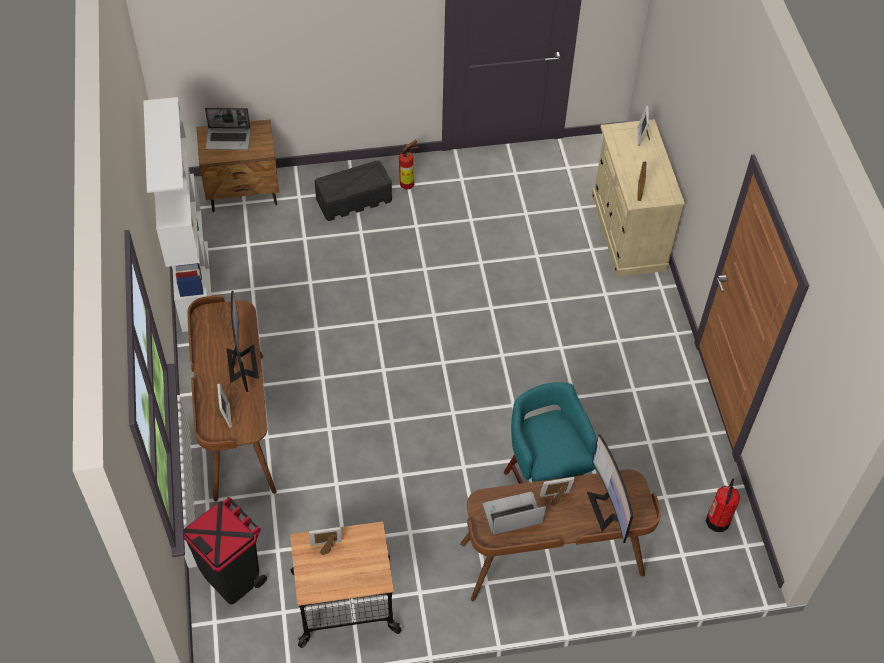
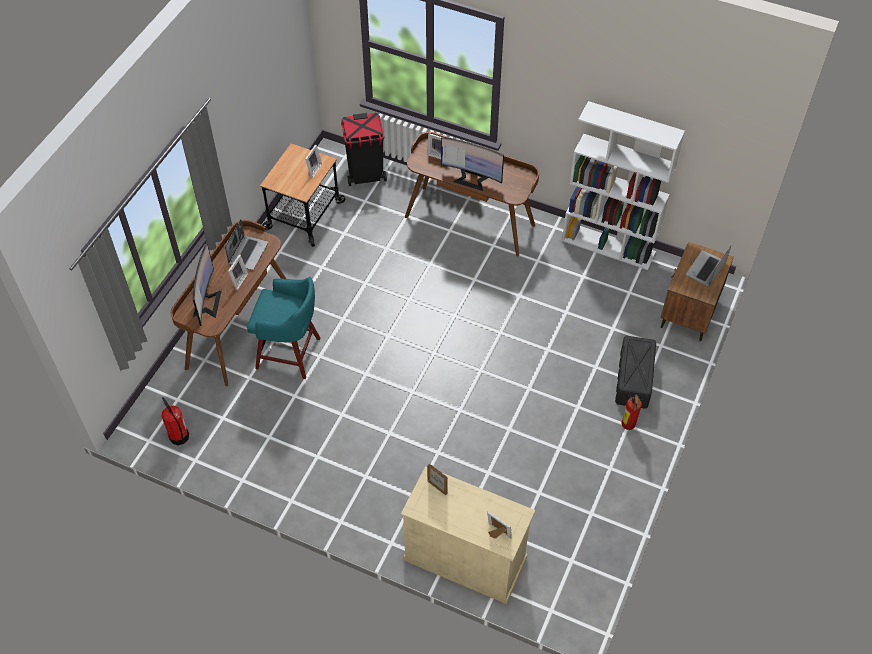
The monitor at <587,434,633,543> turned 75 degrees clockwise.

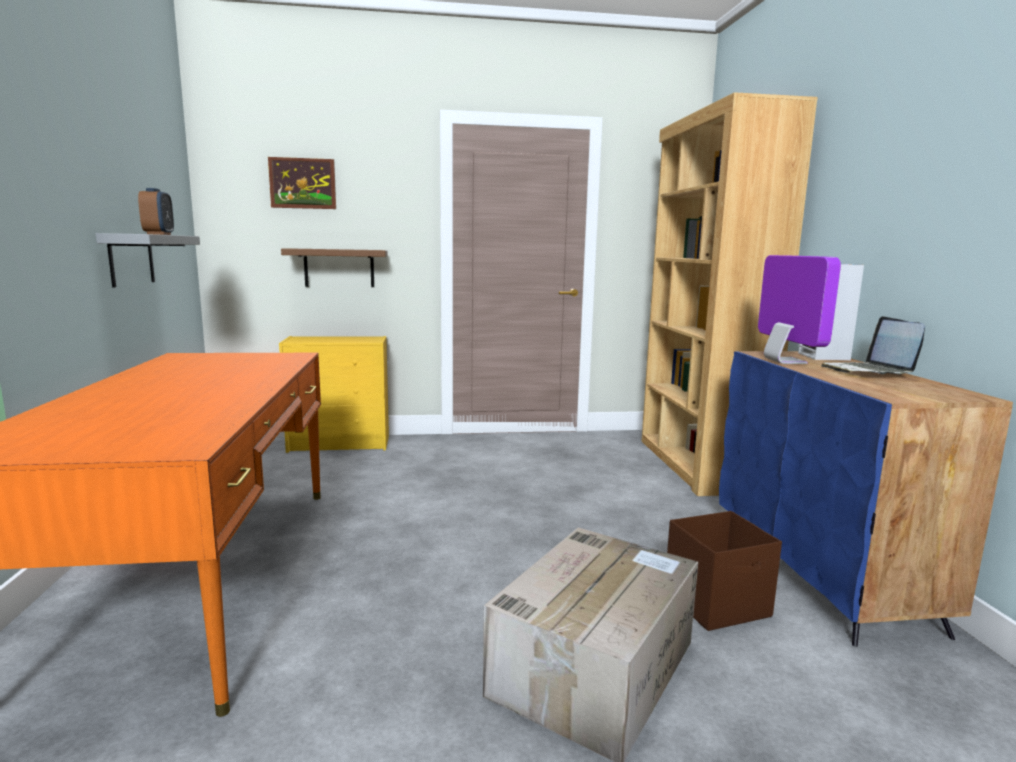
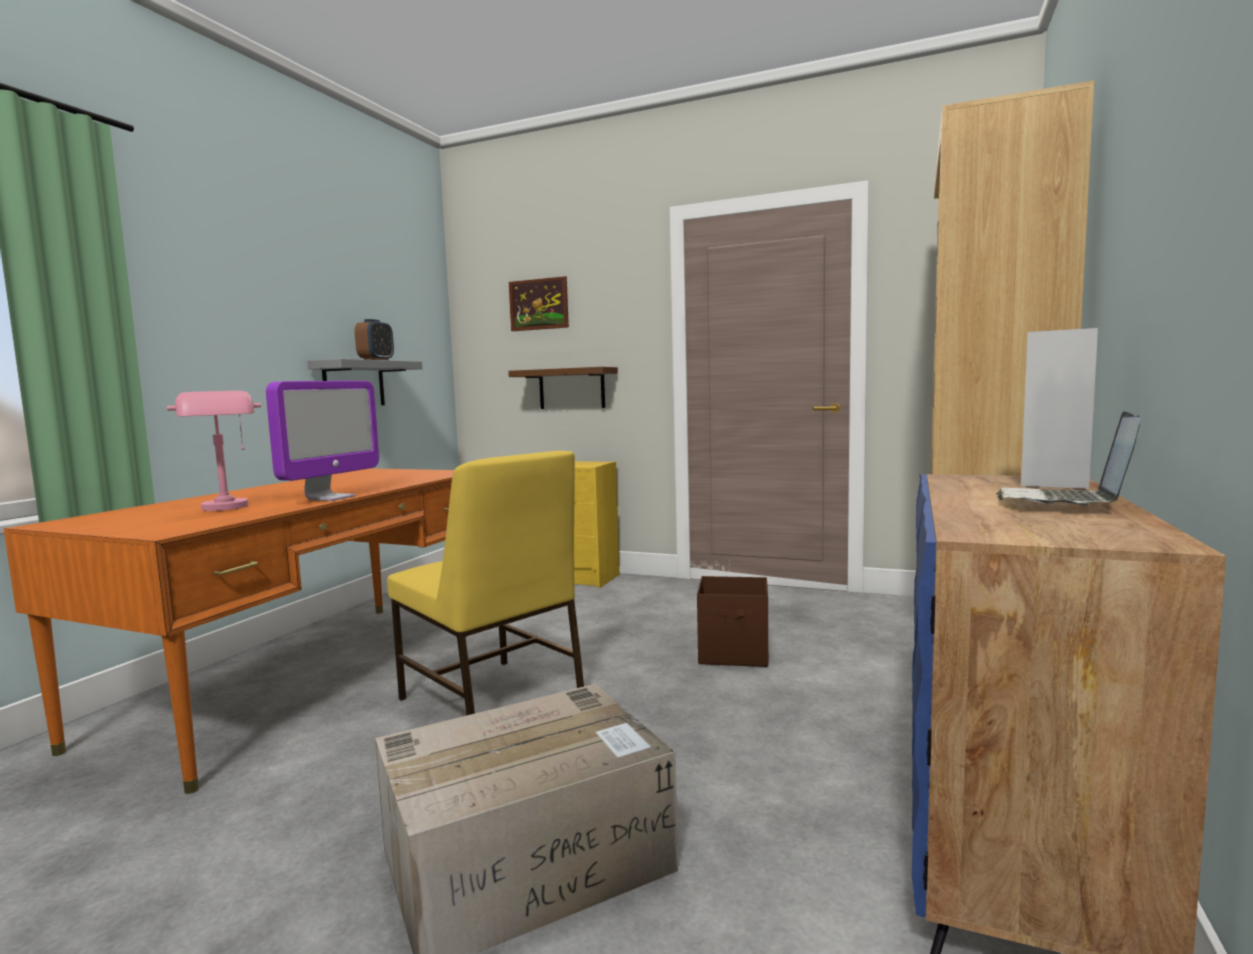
The storage box/brown moved from <667,511,782,631> to <697,576,768,667>.
The monitor moved from <758,255,841,364> to <266,381,379,501>.
The table lamp/pink at <167,391,261,511> appeared.
The chair/yellow at <387,451,584,715> appeared.

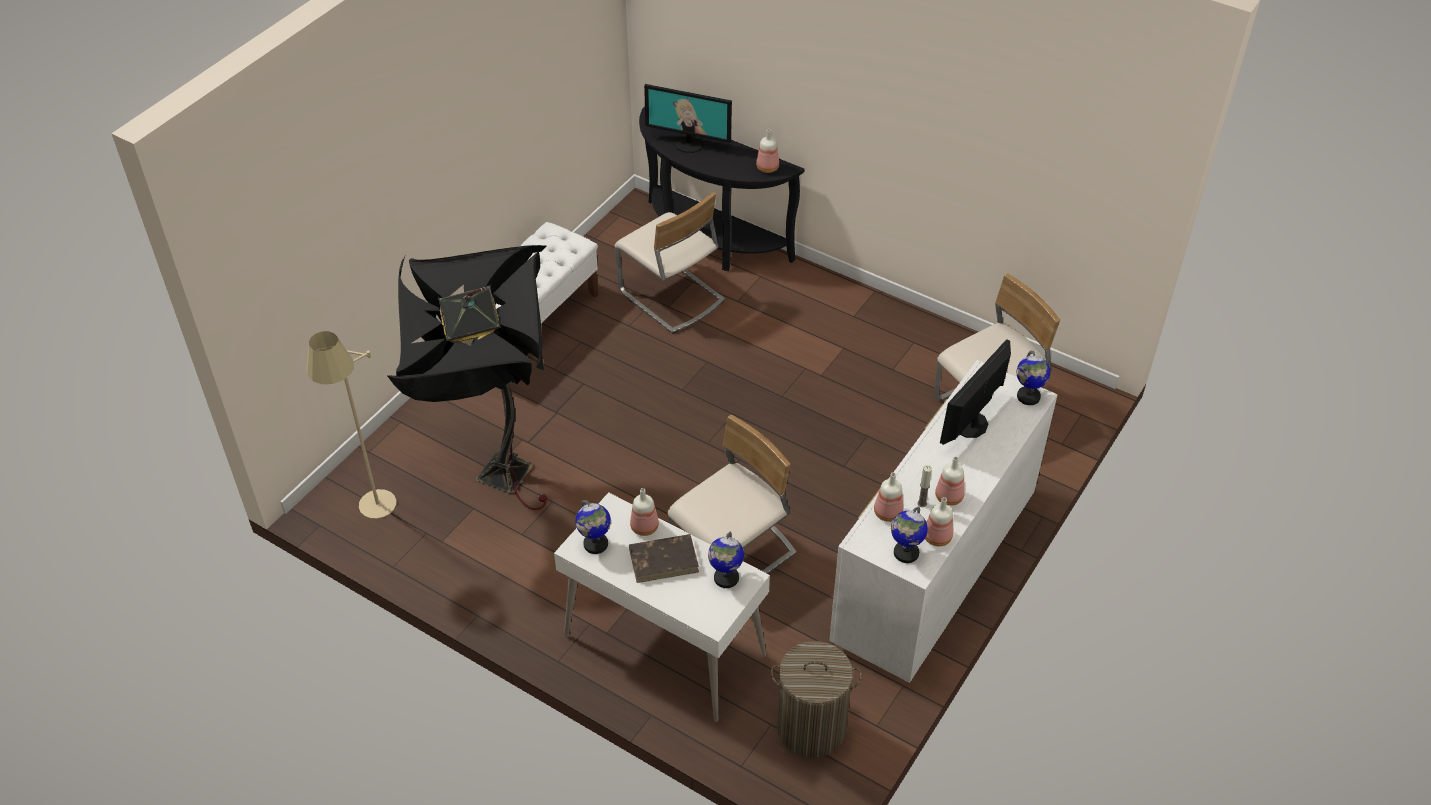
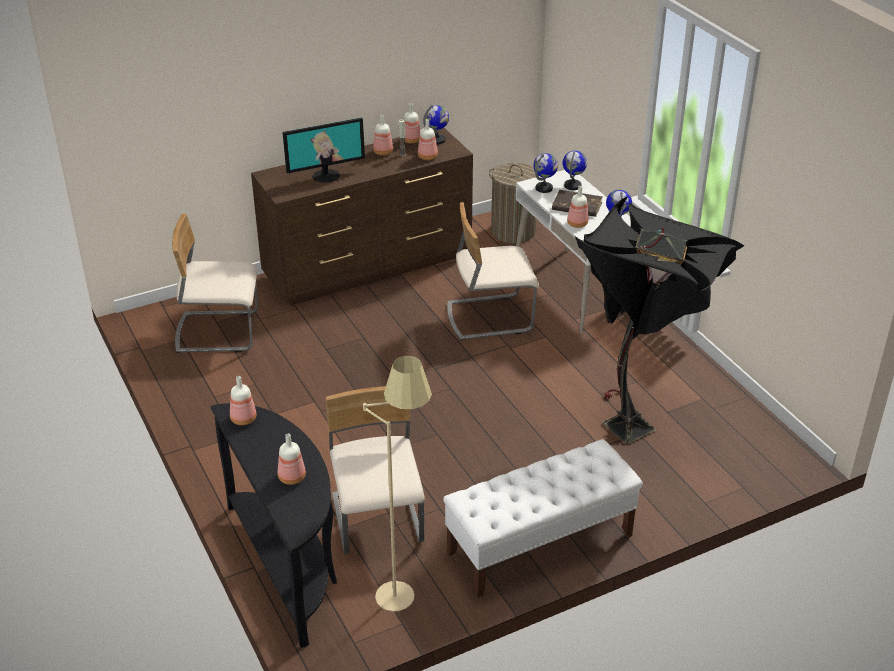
The floor lamp/beige moved from <306,331,396,519> to <363,356,432,612>.
The monitor at <644,84,732,153> was replaced by the bottle at <278,434,306,485>.
The dresser/white at <829,360,1058,683> became the dresser/brown at <251,128,473,305>.
The globe moved from <1016,350,1050,405> to <563,150,587,190>.

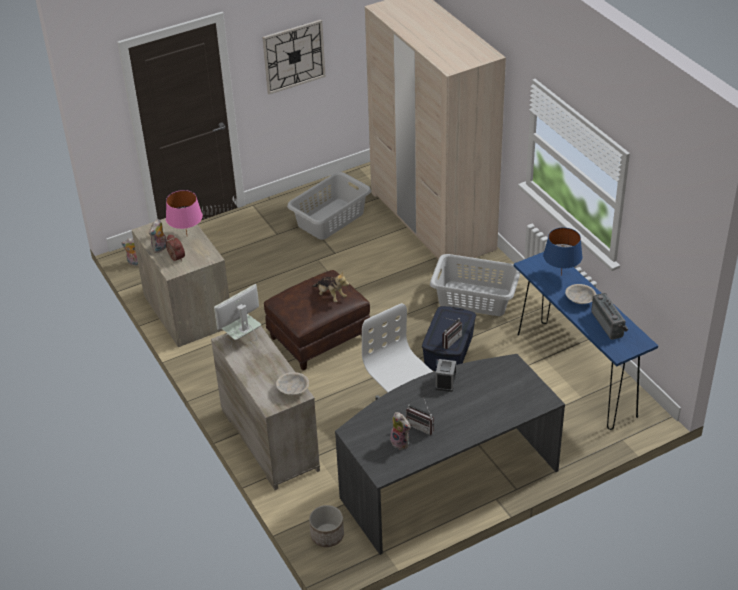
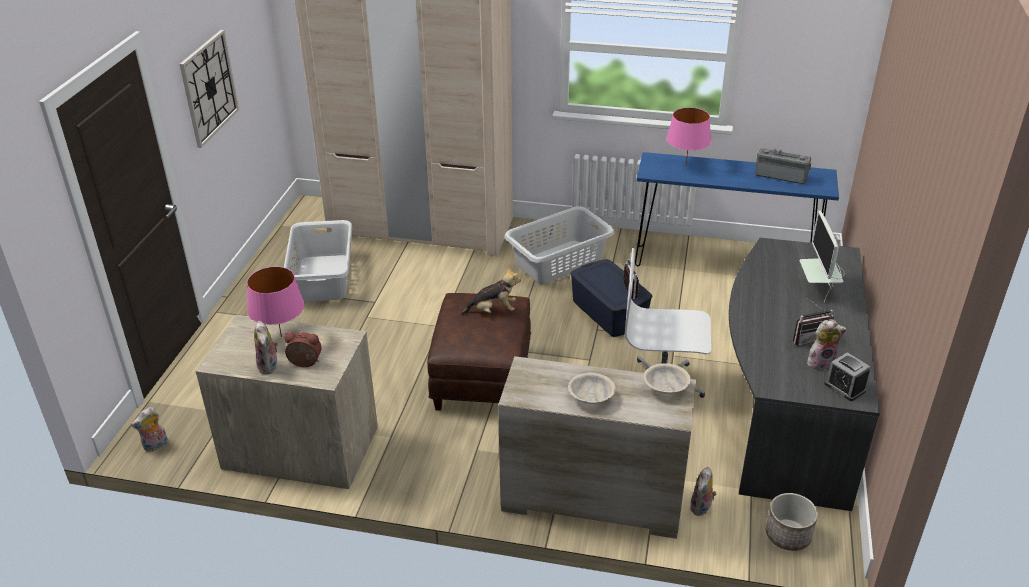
The monitor moved from <214,284,261,348> to <800,210,845,303>.
The alarm clock moved from <435,359,456,392> to <824,352,870,401>.
The table lamp/blue at <543,228,583,276> became the table lamp/pink at <667,108,711,165>.
The bowl/beige moved from <565,284,596,304> to <568,373,616,404>.
The plush toy at <690,467,717,516> appeared.

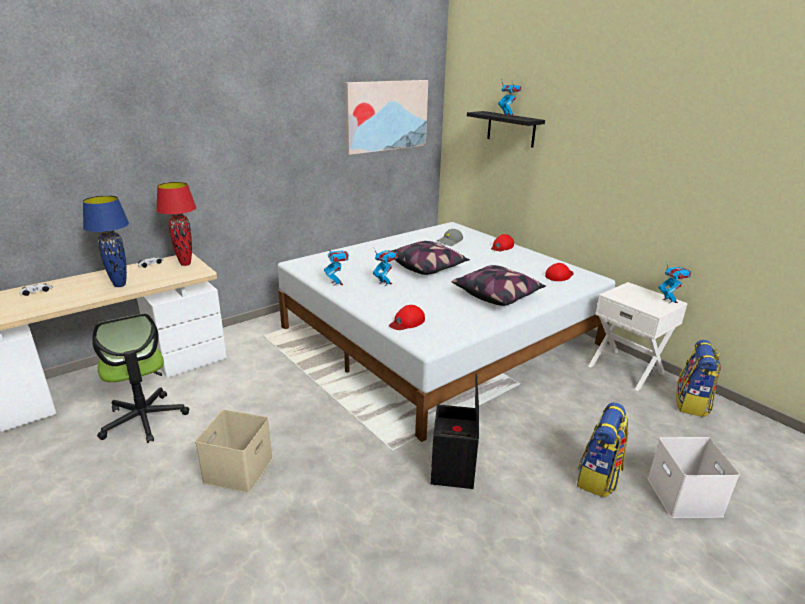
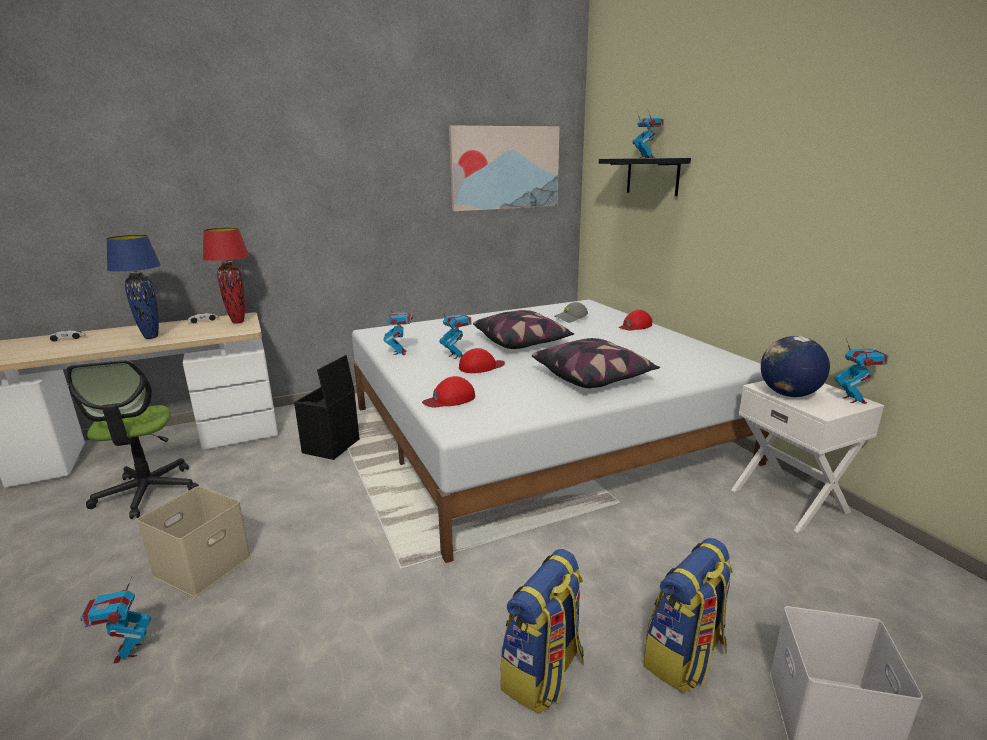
The storage box/black moved from <431,374,479,489> to <294,355,360,460>.
The cap/red moved from <545,263,574,281> to <459,348,505,373>.
The backpack moved from <676,340,721,417> to <500,549,584,714>.
The toy robot at <80,576,151,664> appeared.
The globe at <761,336,830,397> appeared.

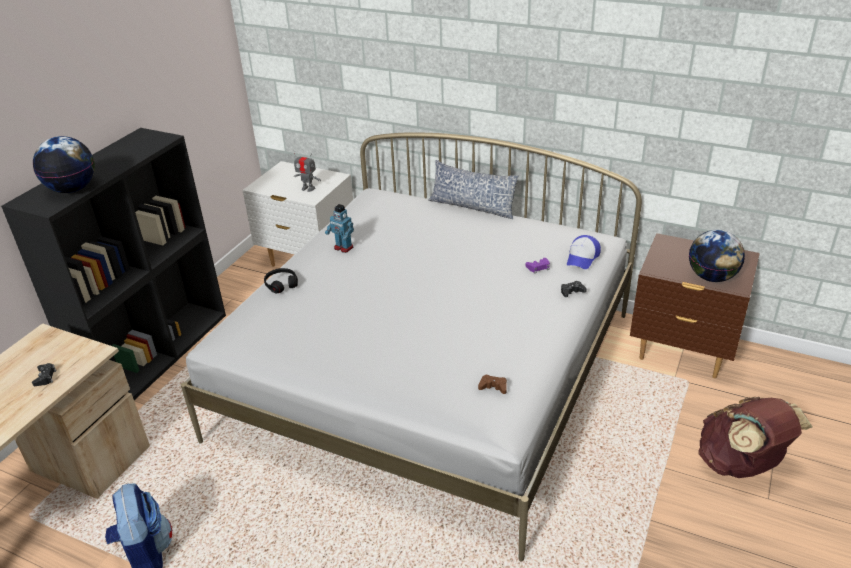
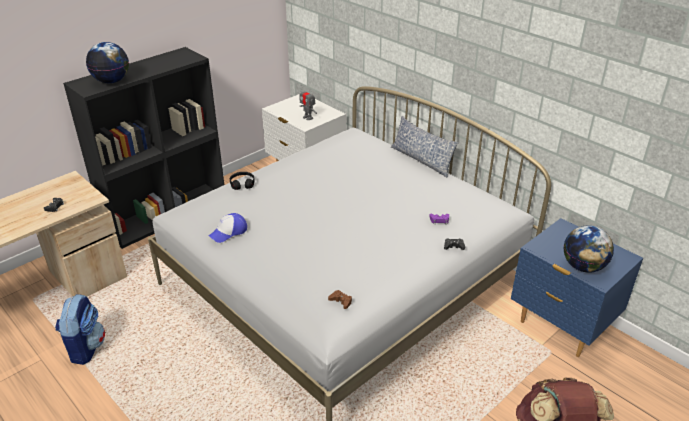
The toy robot at <325,204,354,253> disappeared.
The cap moved from <567,235,601,269> to <208,213,247,243>.
The nightstand/brown at <630,233,760,378> became the nightstand/blue at <511,218,643,357>.

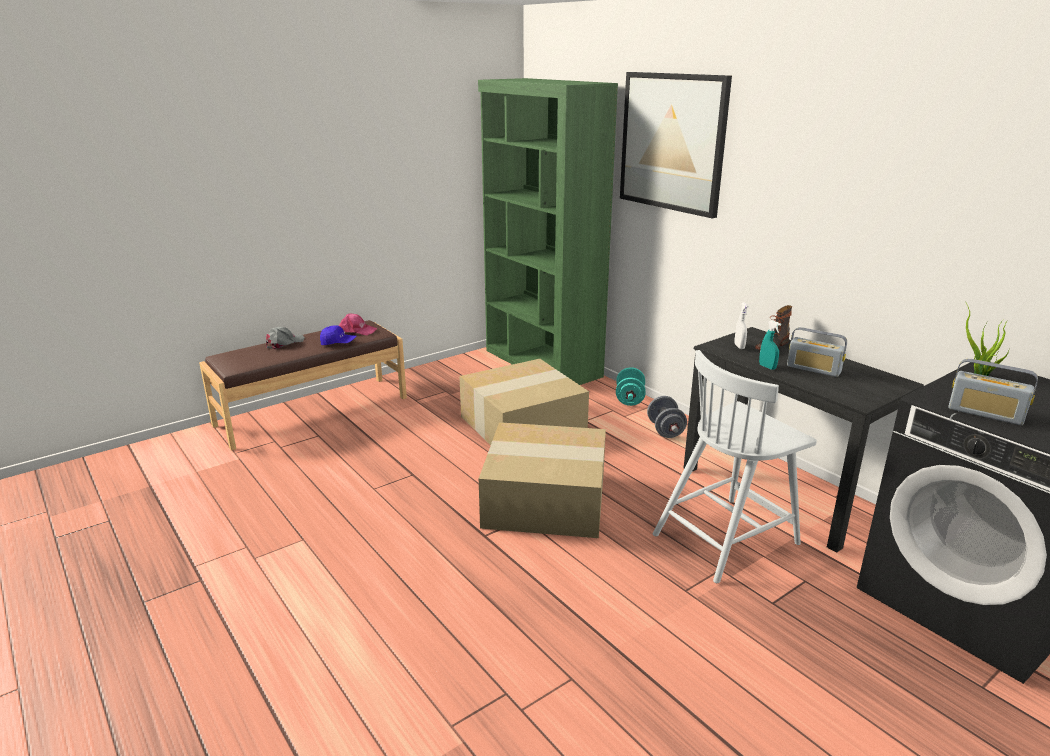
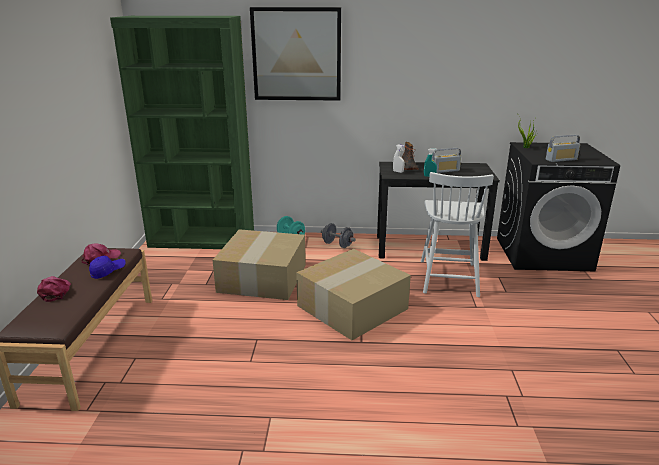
The cap/grey at <266,327,305,349> became the cap/pink at <37,276,71,302>.

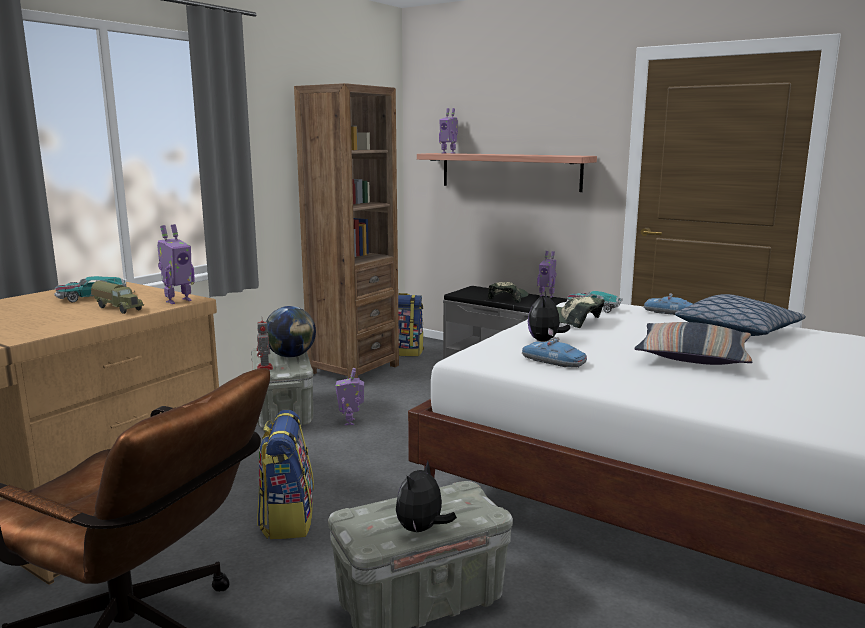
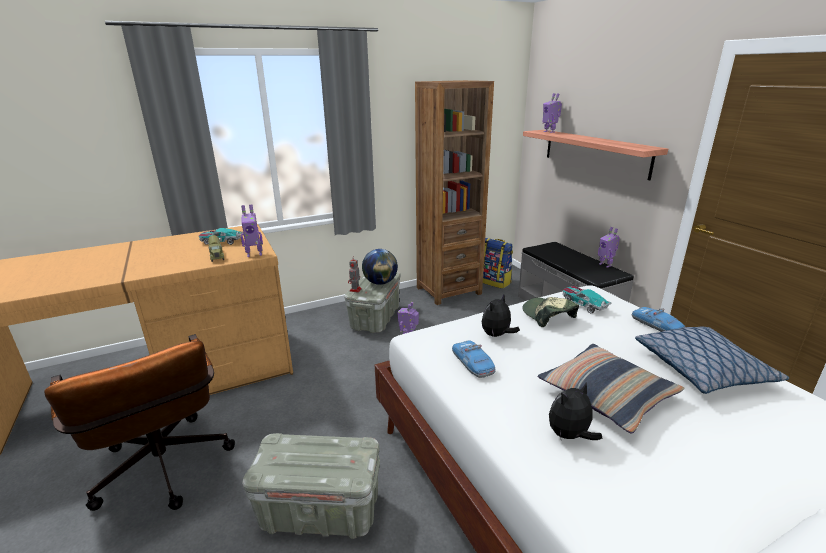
The backpack at <257,410,314,539> disappeared.
The plush toy moved from <396,461,457,532> to <549,382,602,440>.
The cap at <488,282,528,303> disappeared.

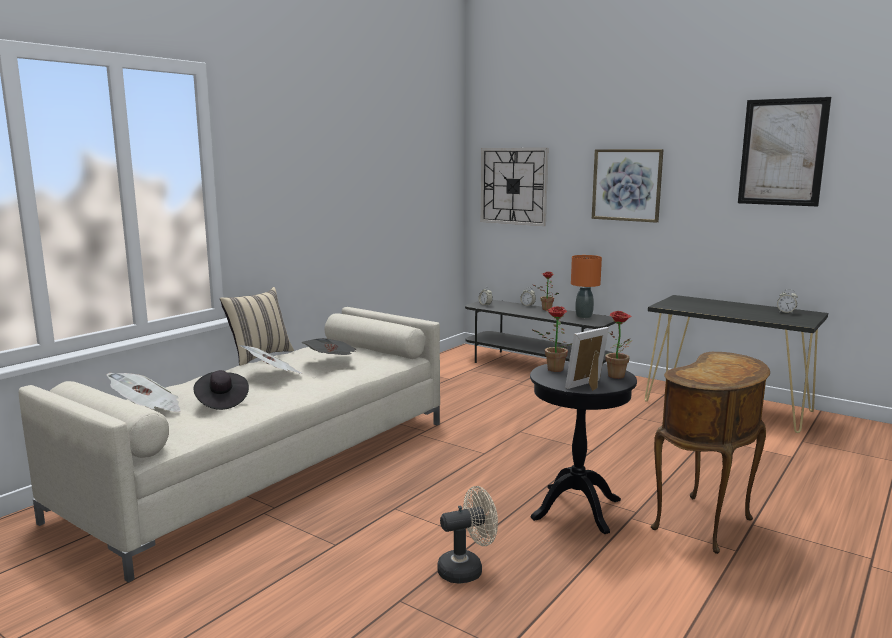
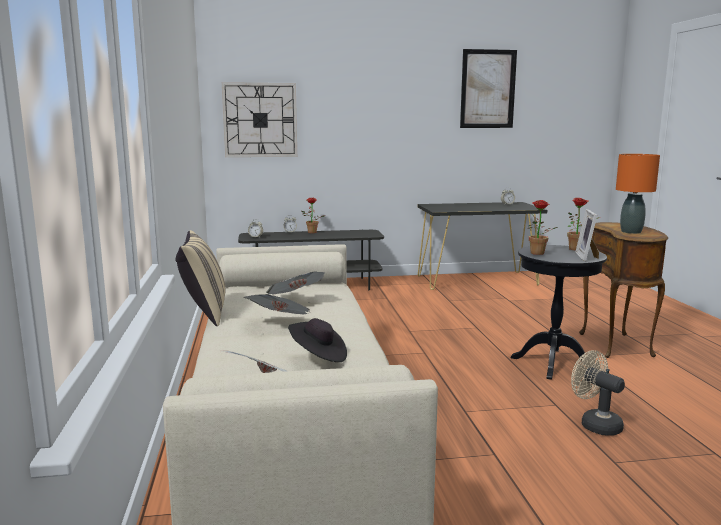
The fan/beige at <437,486,498,584> turned 60 degrees counterclockwise.
The table lamp/orange moved from <571,255,602,318> to <616,154,660,234>.
The picture at <592,149,663,223> disappeared.

